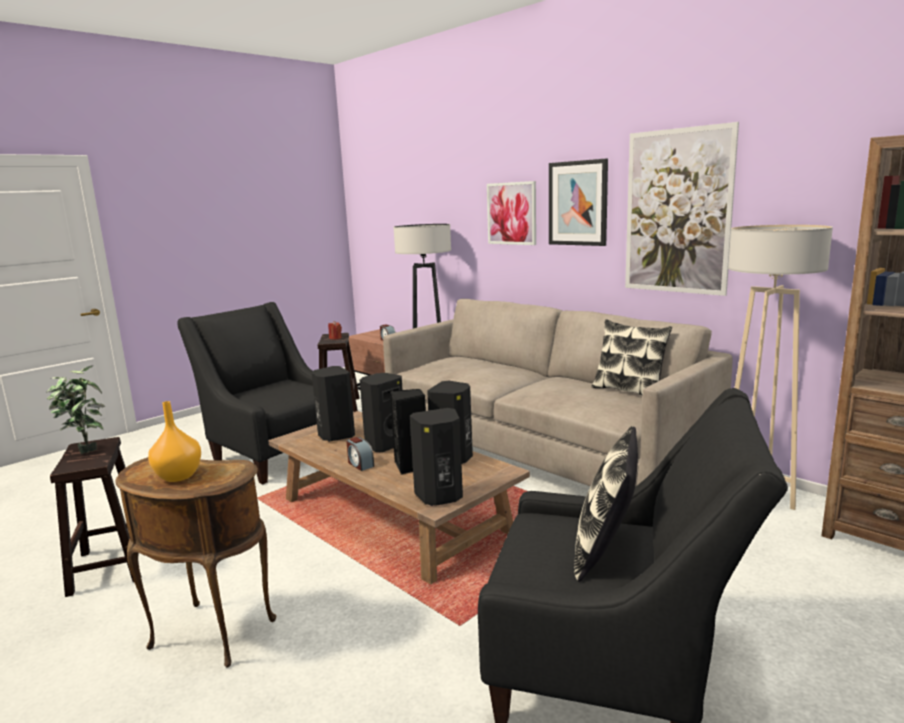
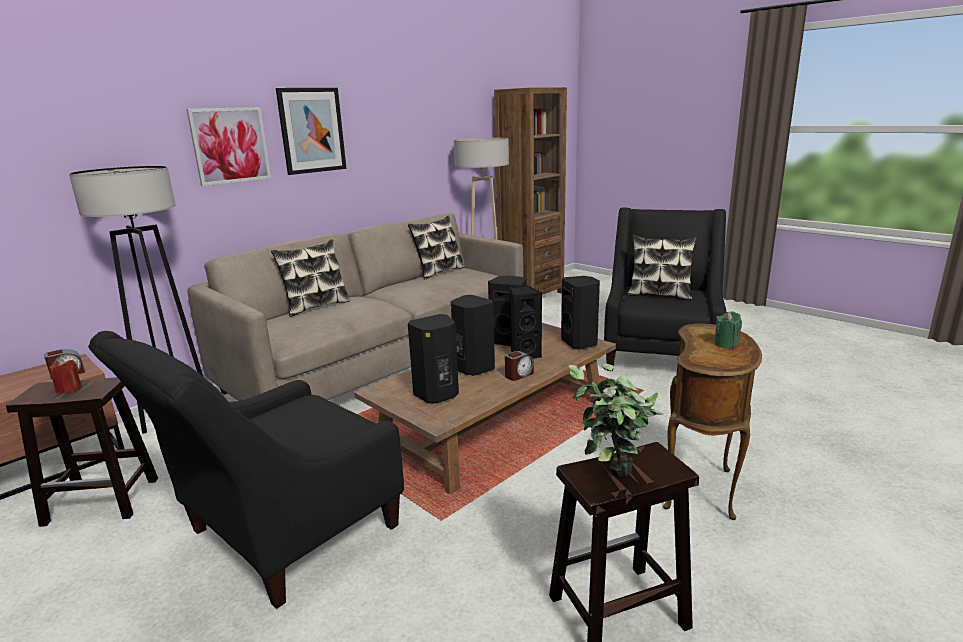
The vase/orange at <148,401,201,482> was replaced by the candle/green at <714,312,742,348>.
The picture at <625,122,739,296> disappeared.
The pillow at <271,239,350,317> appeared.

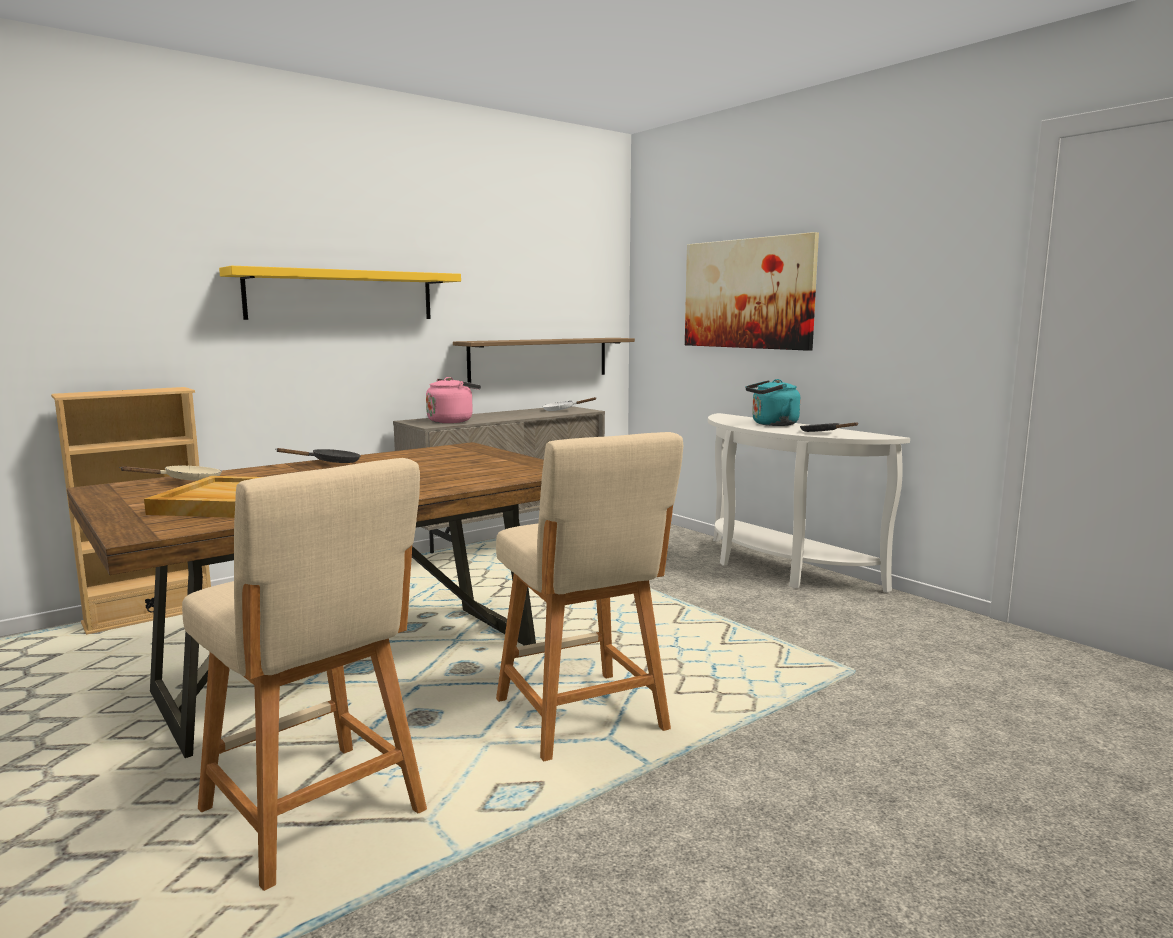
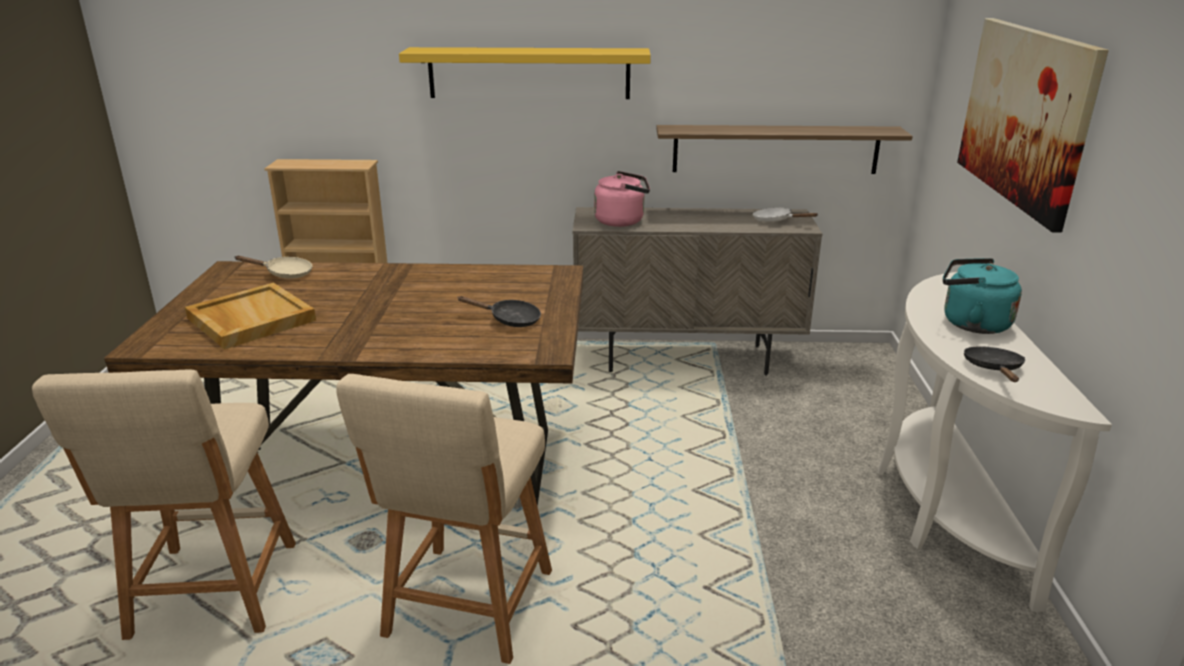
The frying pan/black moved from <276,448,361,463> to <457,296,541,327>.

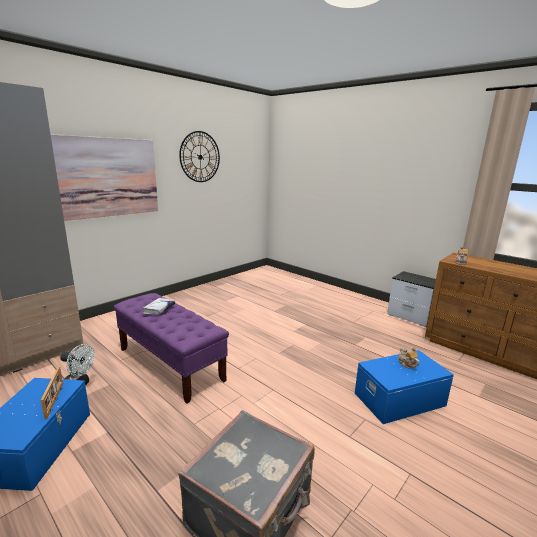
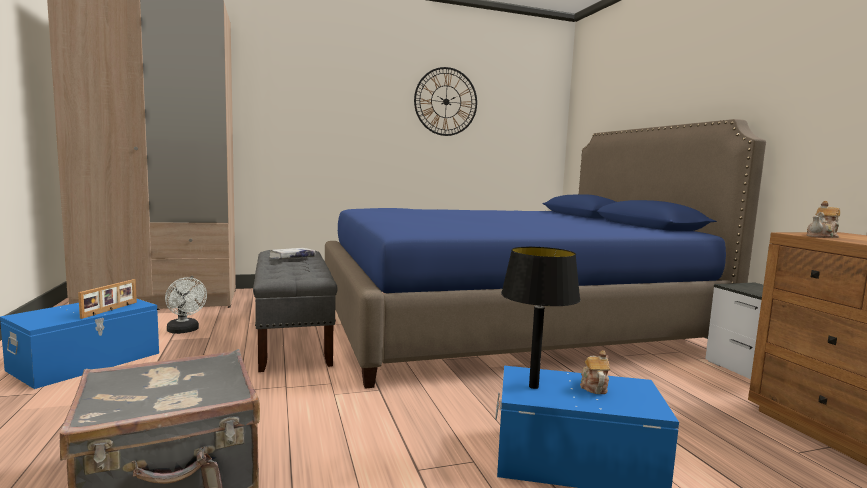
The picture at <51,134,158,221> disappeared.
The bench/purple at <114,293,229,404> became the bench/grey at <253,250,338,372>.
The bed/blue at <325,119,766,389> appeared.
The table lamp/black at <501,247,581,389> appeared.

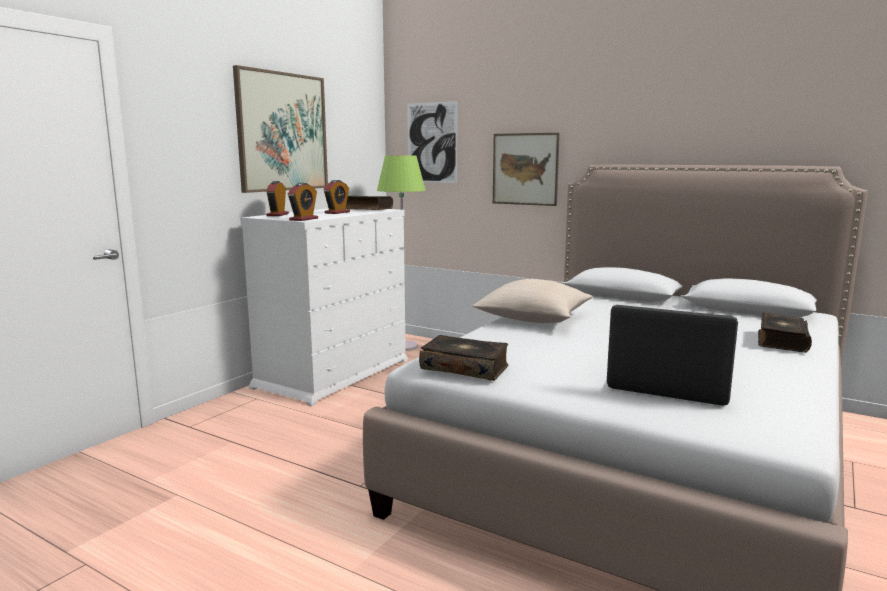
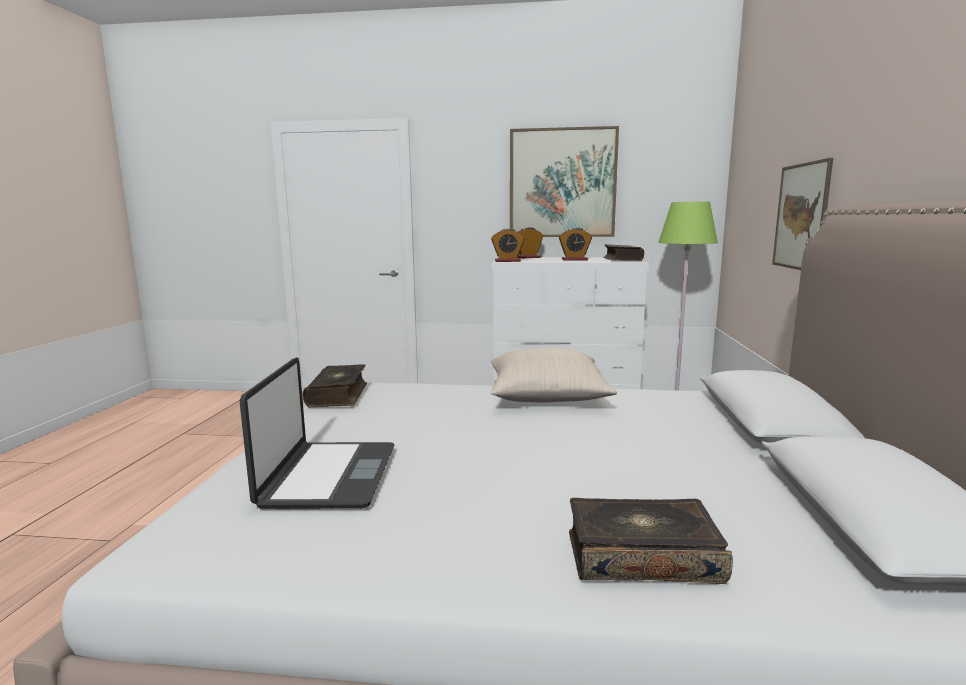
The picture at <407,101,457,183> disappeared.

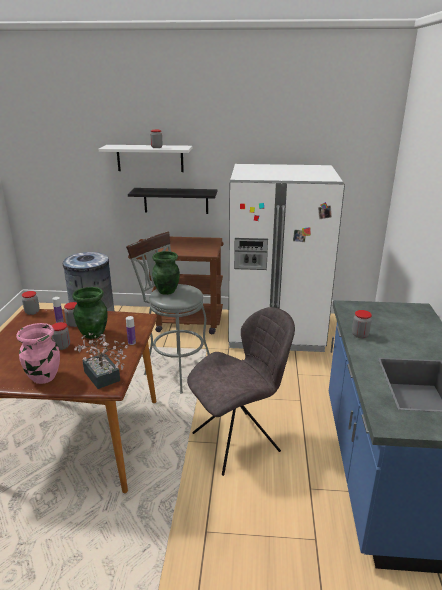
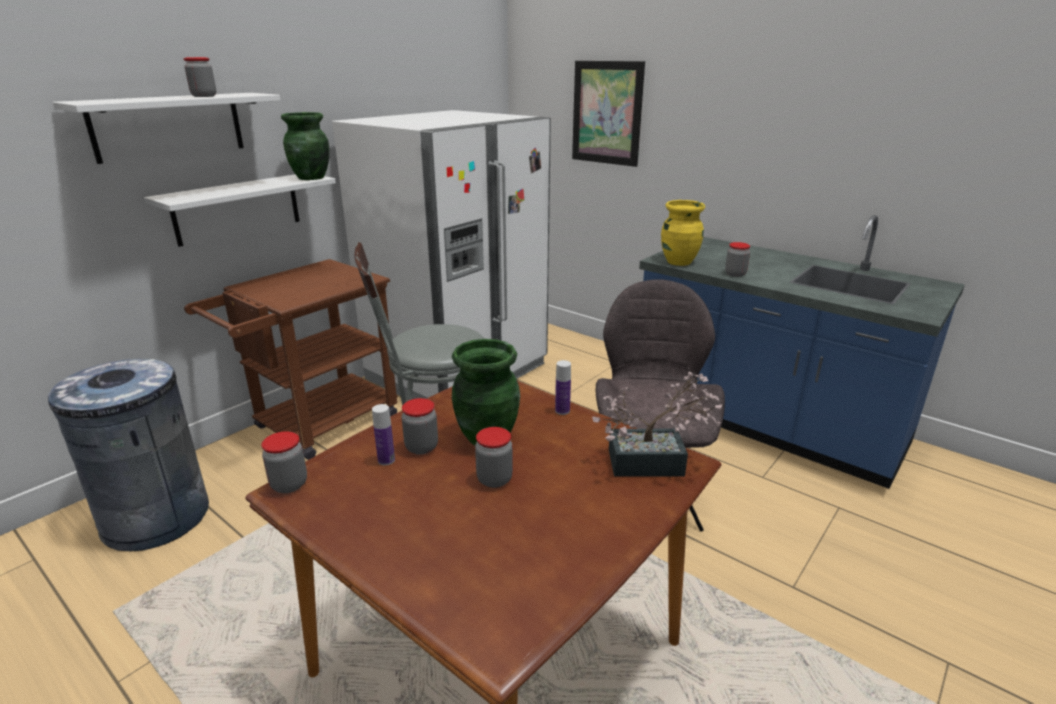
The vase/pink at <16,323,60,384> disappeared.
The shelf/black at <128,188,217,214> became the shelf/white at <144,174,336,247>.
The vase/green moved from <152,251,180,295> to <281,112,329,180>.
The picture at <572,61,645,167> appeared.
The vase/yellow at <661,200,705,266> appeared.

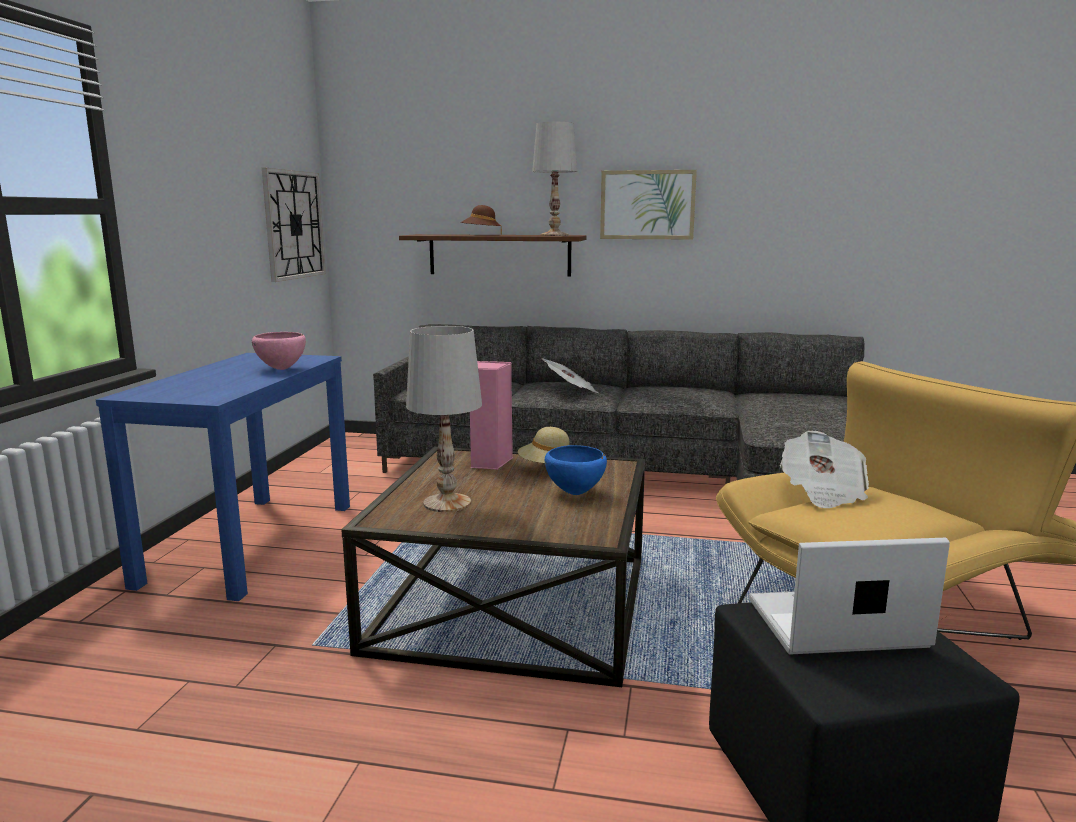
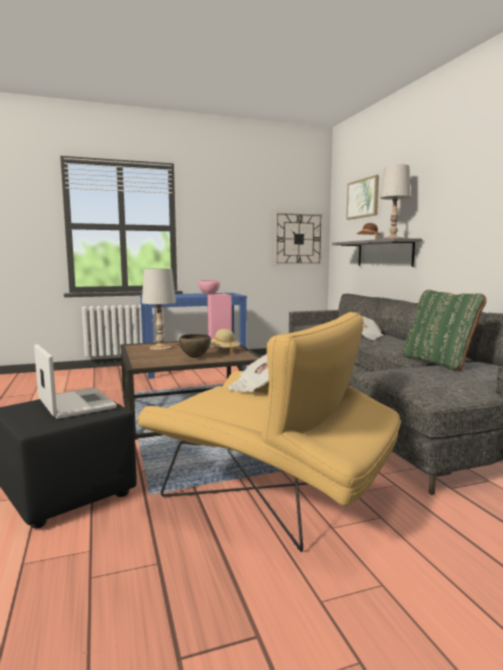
The shelf/brown at <399,234,587,276> became the shelf/grey at <332,238,422,267>.
The bowl/blue at <545,445,607,495> became the bowl/brown at <179,334,211,358>.
The picture moved from <600,170,697,240> to <346,175,379,220>.
The pillow/green at <402,290,486,371> appeared.

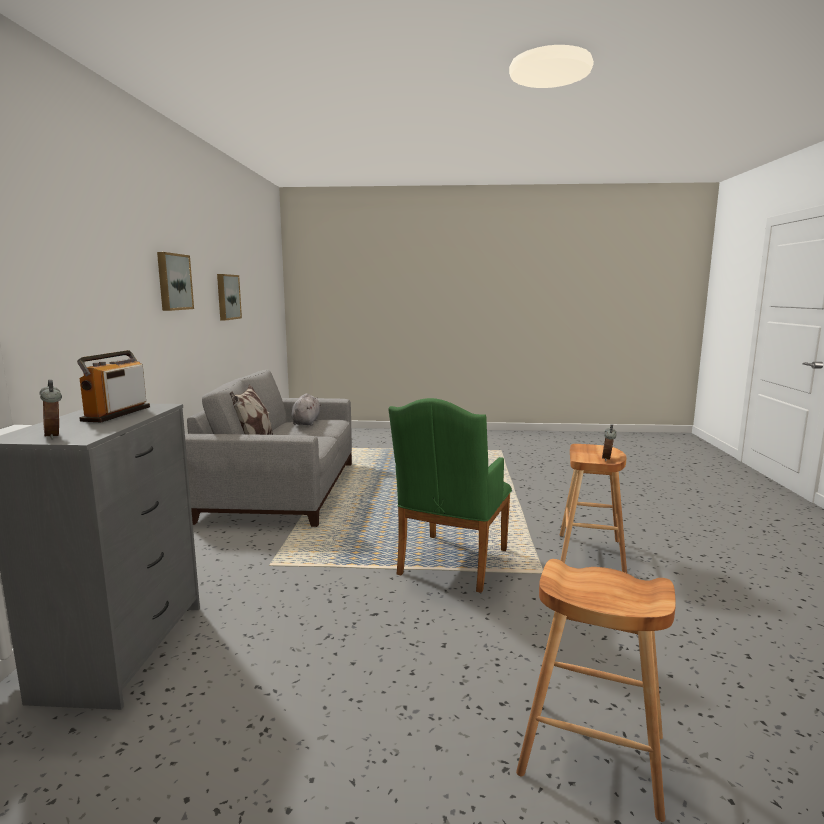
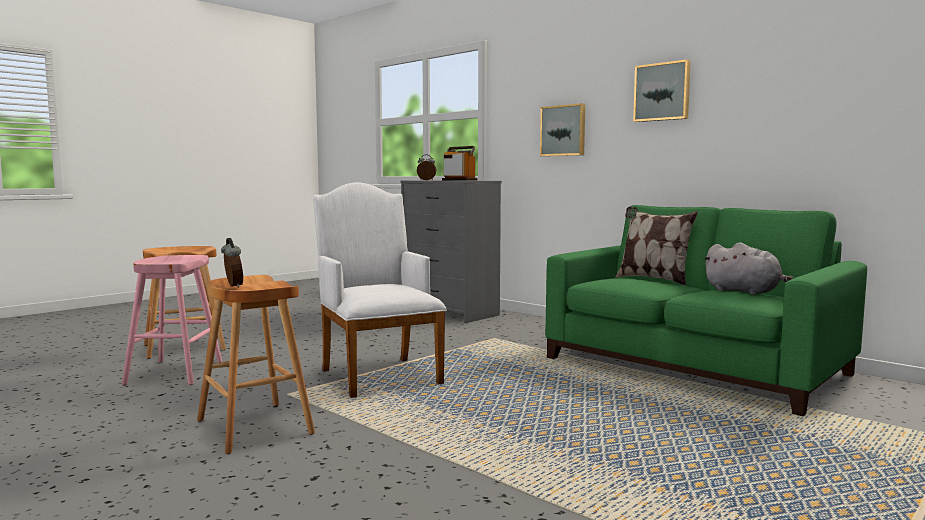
The sofa/grey at <185,370,352,527> became the sofa/green at <546,205,867,416>.
The picture moved from <217,274,242,320> to <540,103,585,156>.
The armchair/green at <388,398,512,593> became the armchair/white at <313,182,447,398>.
The stool/pink at <122,255,222,385> appeared.

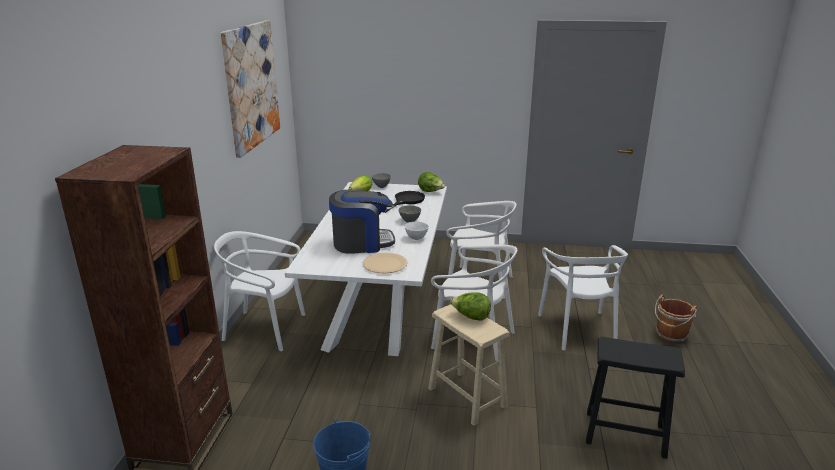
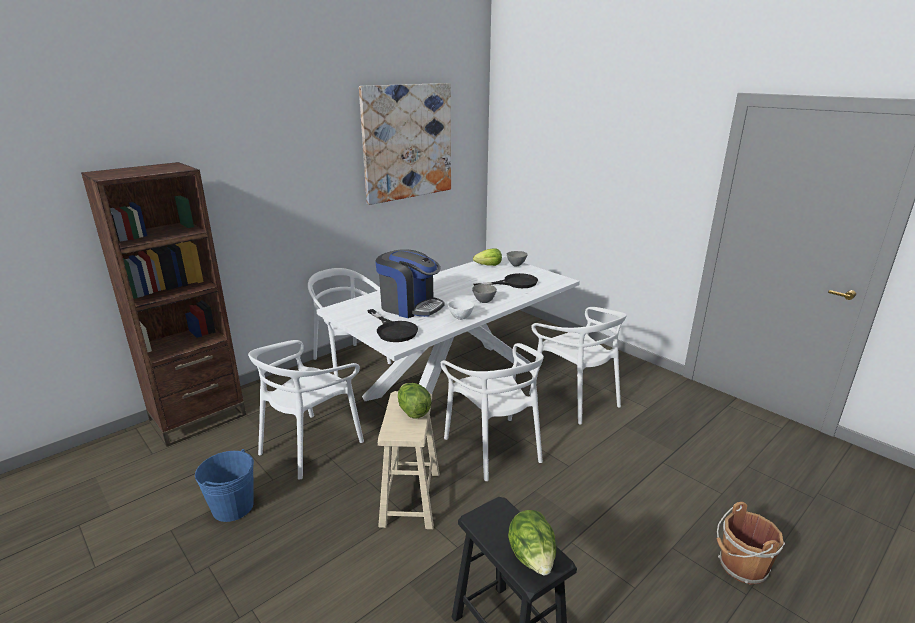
The plate/beige at <363,253,408,273> was replaced by the frying pan/black at <367,309,418,342>.
The lettuce moved from <418,172,445,192> to <508,510,556,575>.
The chair/white moved from <538,245,628,350> to <248,340,364,480>.

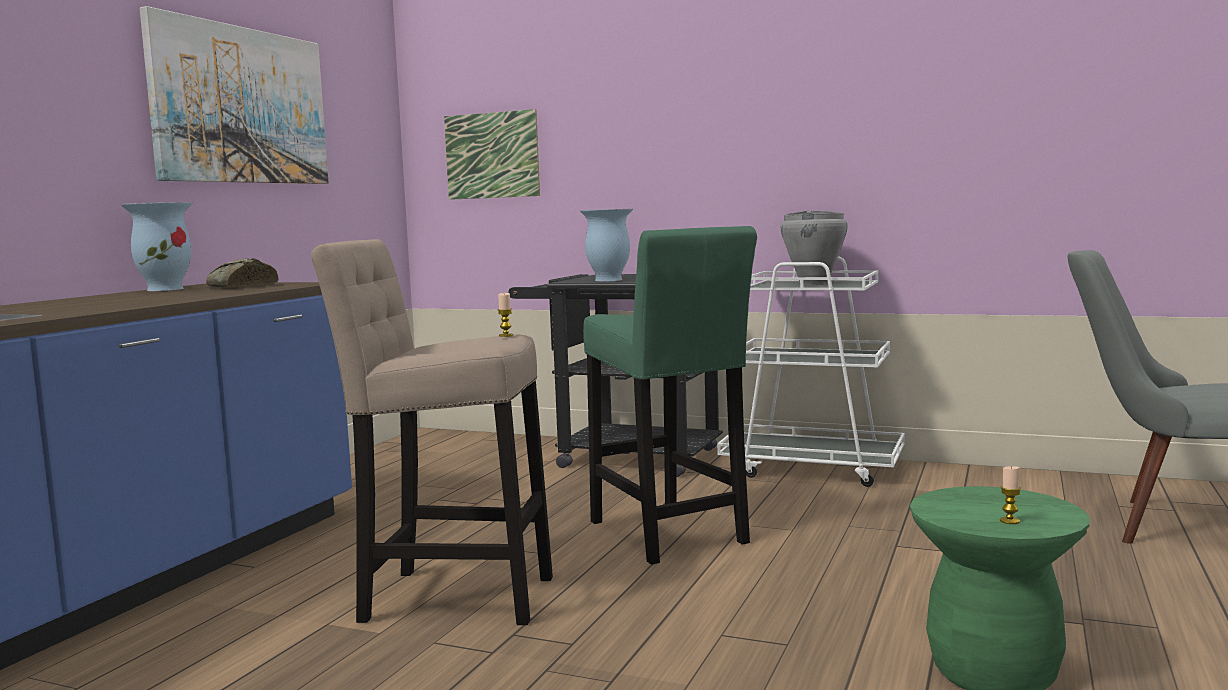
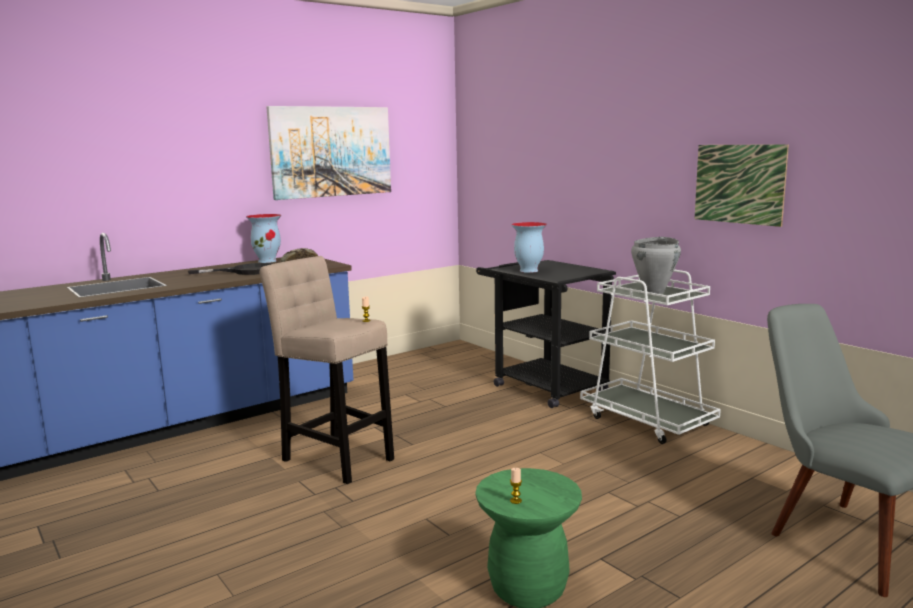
The picture moved from <444,109,540,200> to <695,144,789,227>.
The stool/green at <583,226,757,565> disappeared.
The frying pan/black at <188,263,273,275> appeared.

